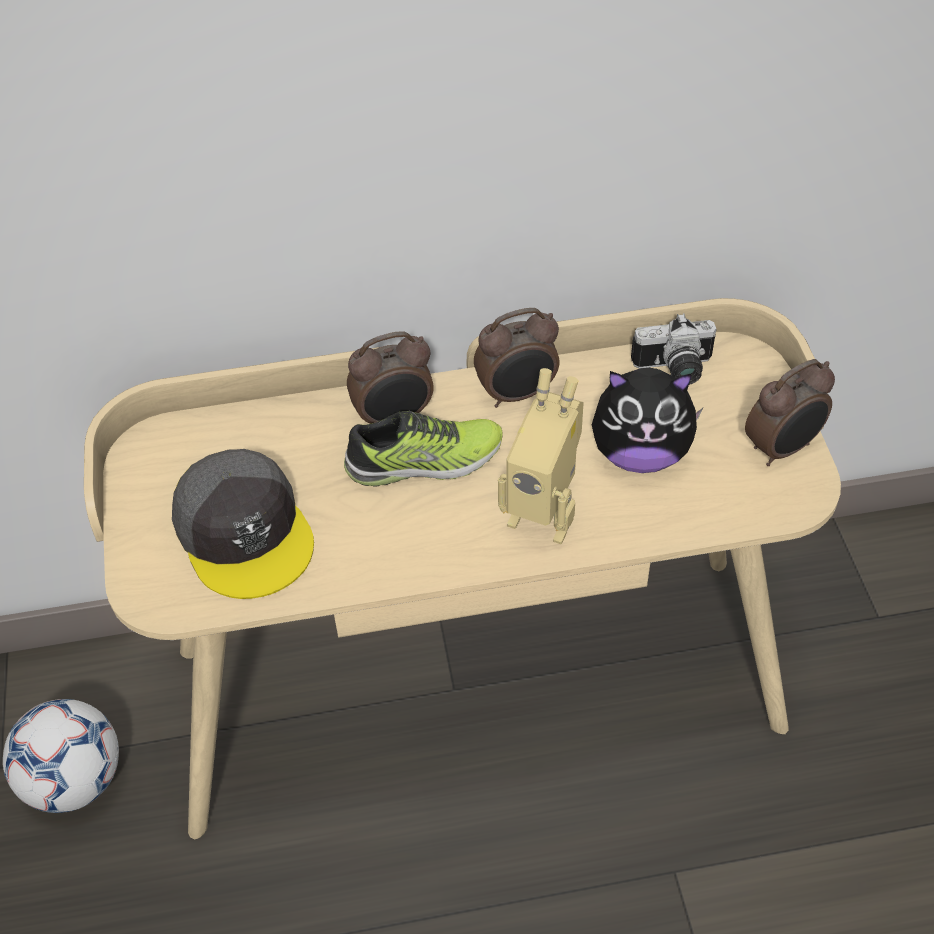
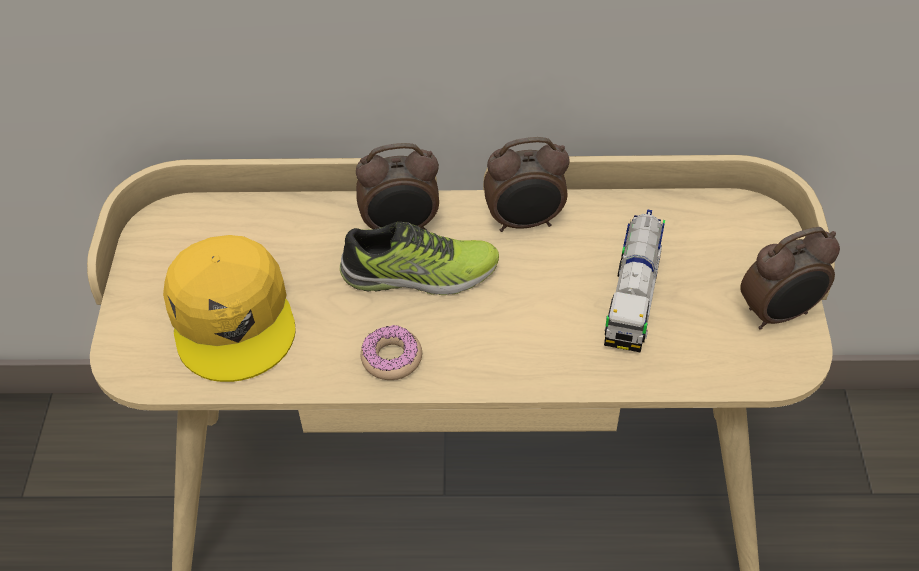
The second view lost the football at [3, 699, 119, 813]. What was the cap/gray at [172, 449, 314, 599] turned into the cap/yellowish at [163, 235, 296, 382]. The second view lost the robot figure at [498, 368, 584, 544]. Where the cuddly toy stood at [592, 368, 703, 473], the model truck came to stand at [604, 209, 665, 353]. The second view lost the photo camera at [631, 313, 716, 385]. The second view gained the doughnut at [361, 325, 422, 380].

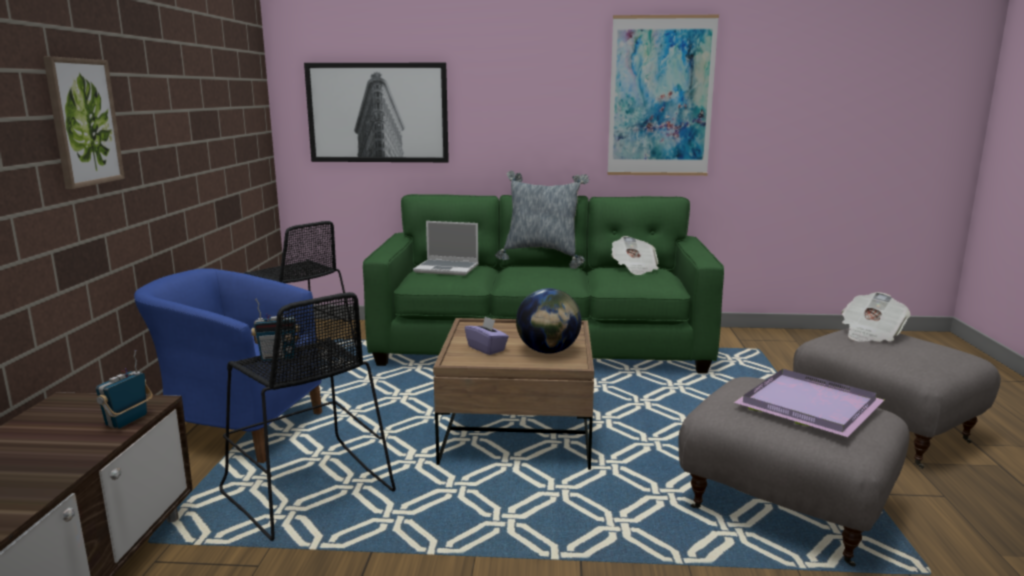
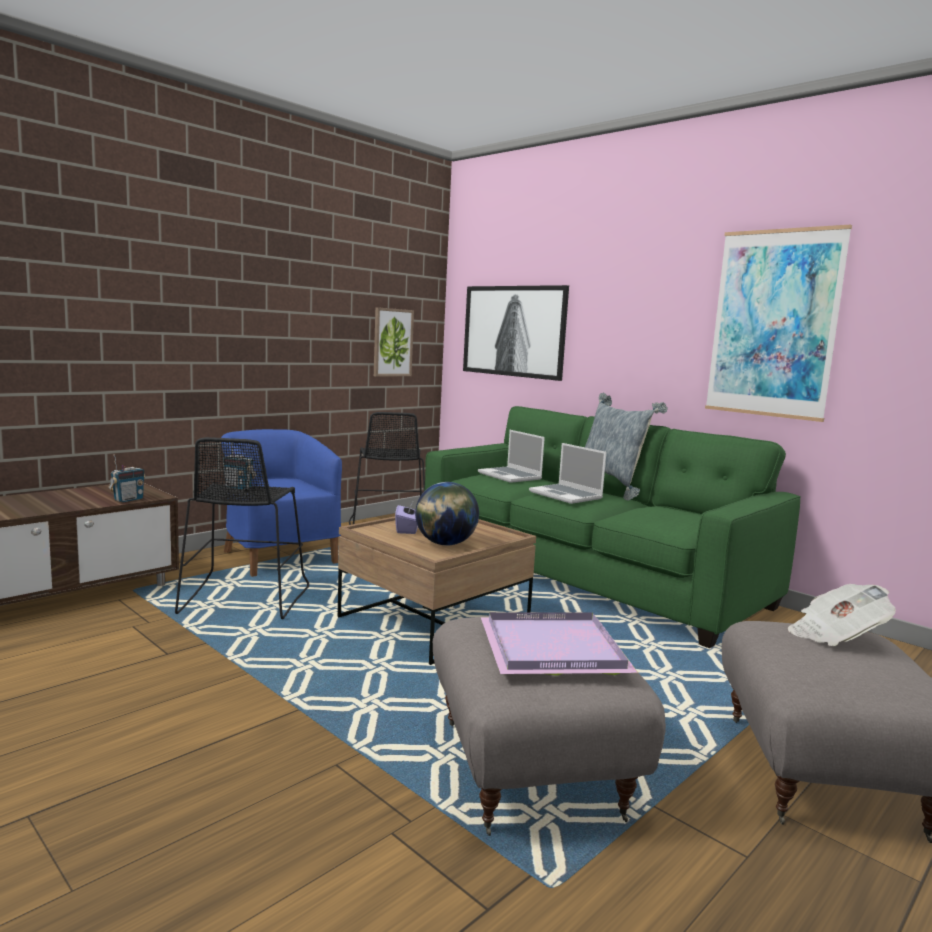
The wall art ended up elsewhere, having gone from [43, 56, 125, 189] to [374, 307, 414, 377]. The radio receiver at [96, 350, 153, 428] ended up facing another way, 150 degrees clockwise from before. The second view lost the daily paper at [612, 236, 659, 275]. The second view gained the notebook computer at [529, 443, 606, 504].

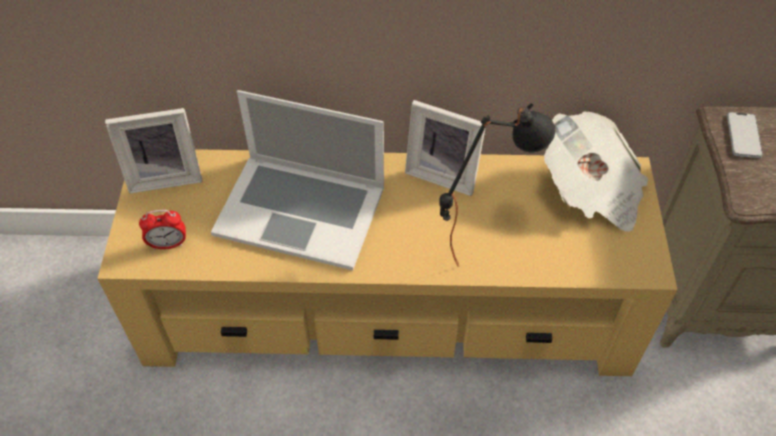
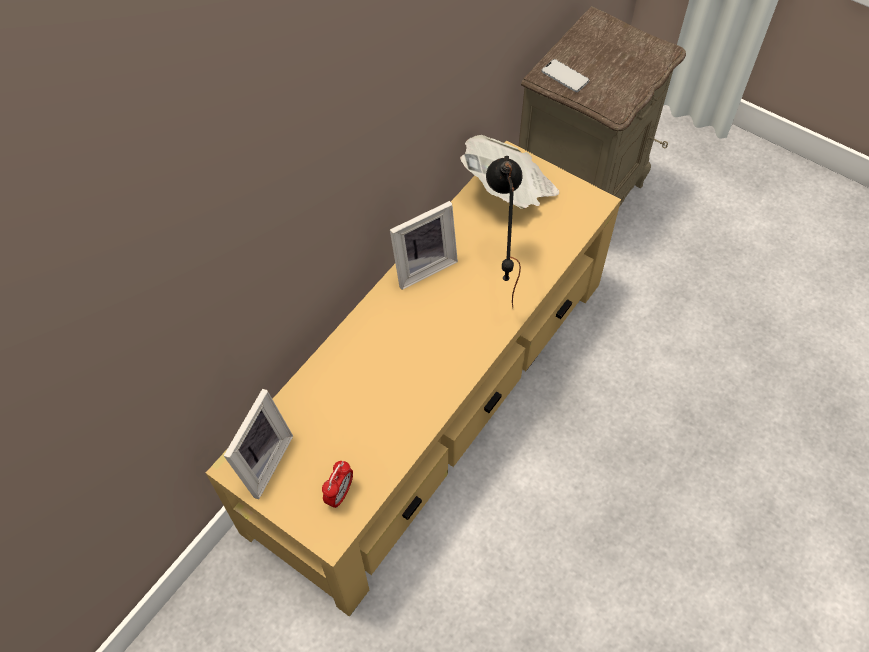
The second view lost the notebook computer at [211, 90, 384, 270].

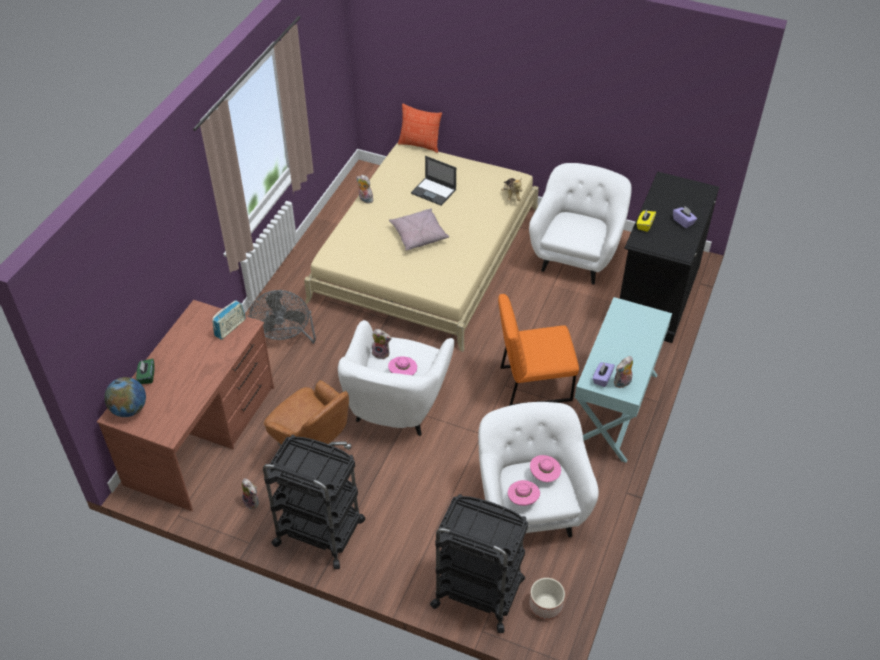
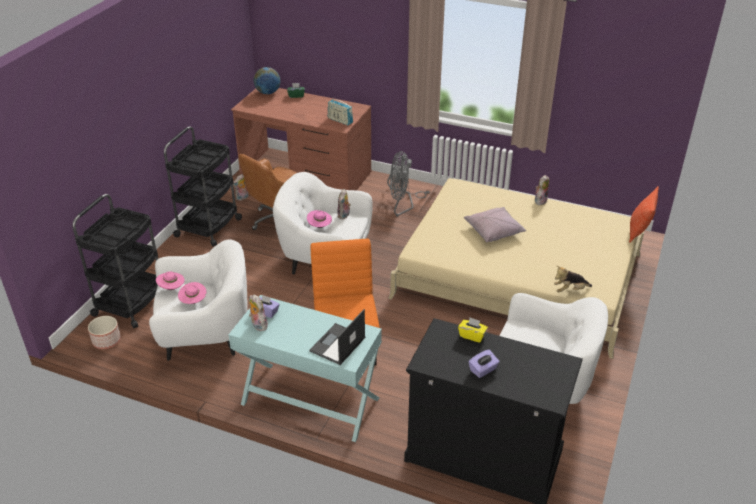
The notebook computer ended up elsewhere, having gone from [411, 156, 456, 206] to [309, 309, 366, 365].

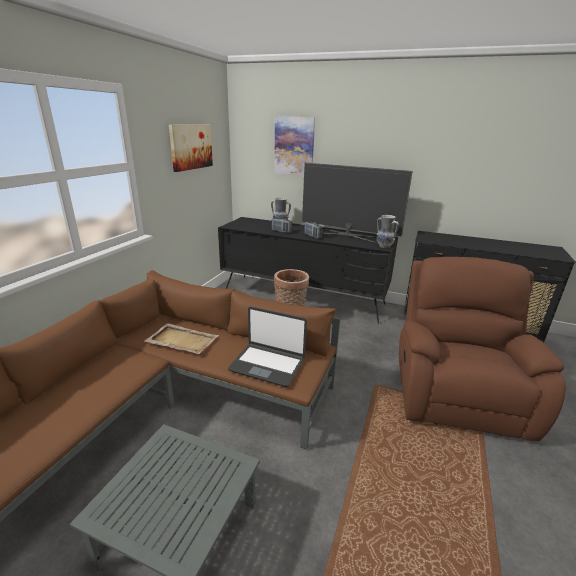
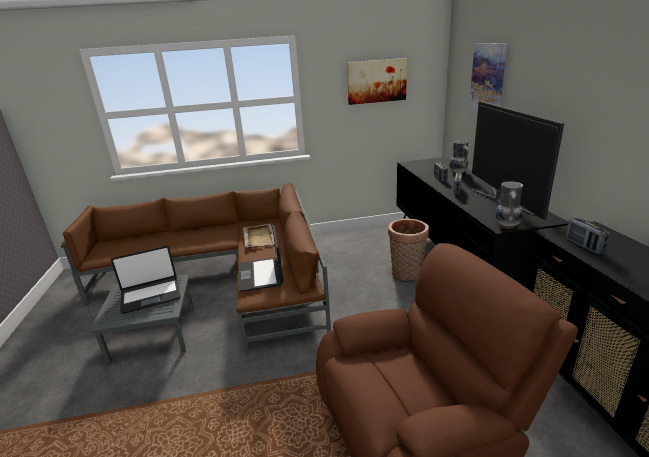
The second view gained the notebook computer at [111, 246, 180, 314]. The second view gained the radio receiver at [565, 218, 610, 254].

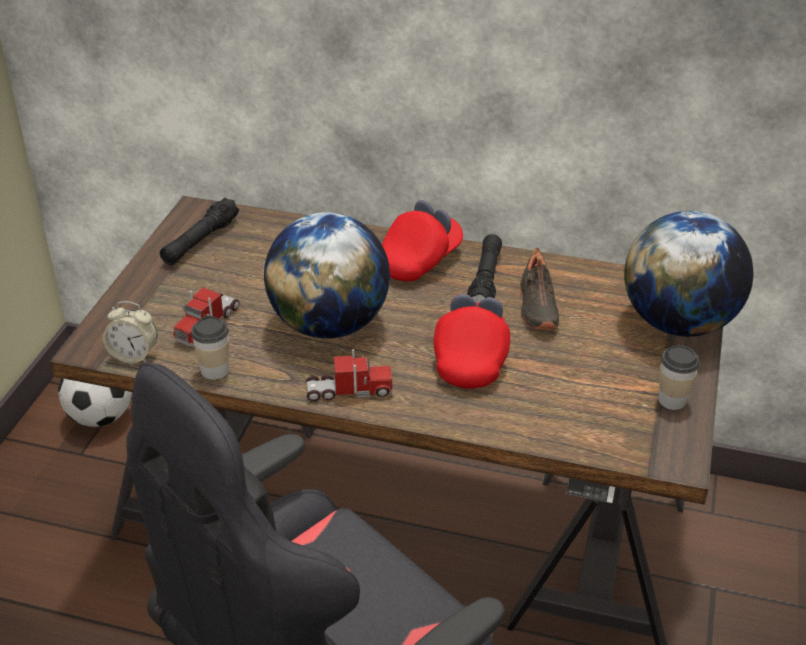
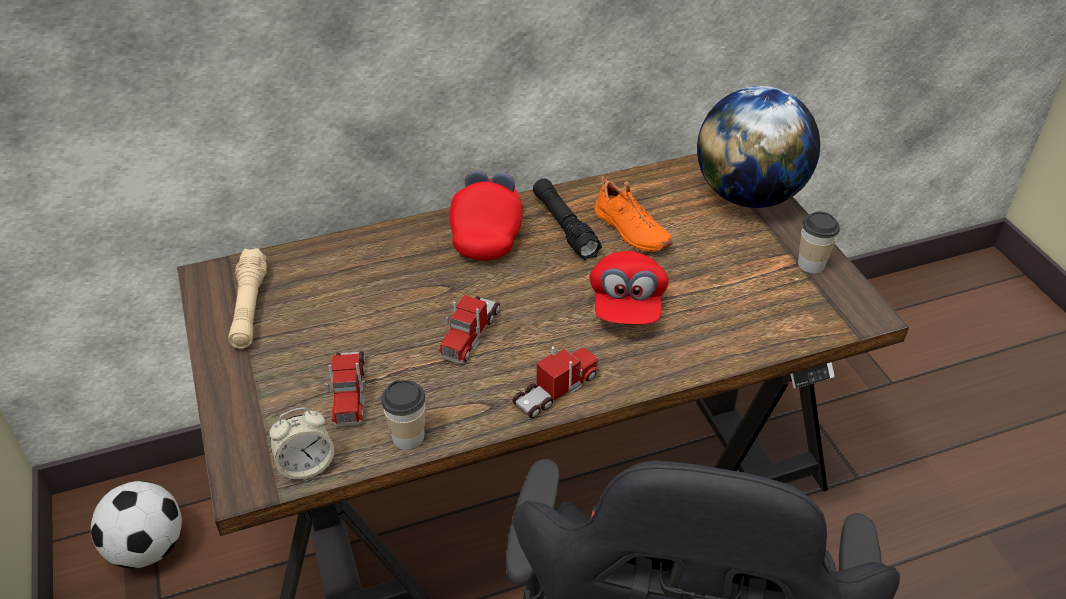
What was the torch/black at [160, 197, 239, 265] turned into the torch/beige-coloured at [228, 248, 267, 349]. Where the world globe stood at [264, 212, 390, 339], the model truck came to stand at [439, 295, 500, 364]. The cap/red at [434, 294, 510, 389] ended up facing another way, 150 degrees counterclockwise from before. What was the shoe/black at [520, 248, 559, 330] turned into the shoe/orangey at [594, 175, 673, 252].

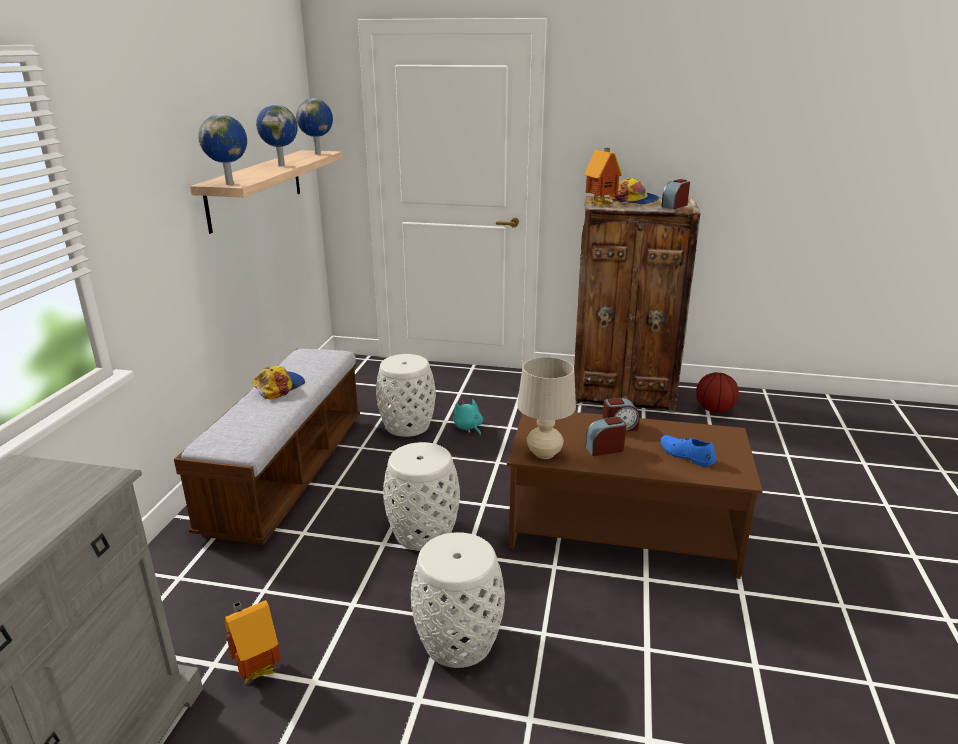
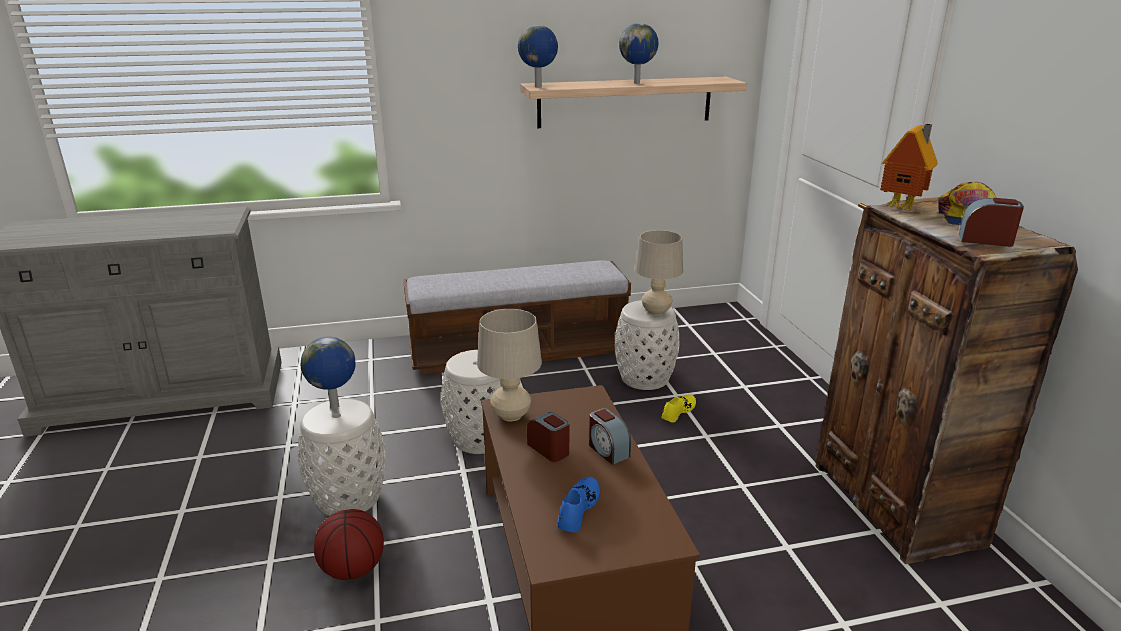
The second view lost the toy house at [225, 600, 281, 684]. The second view lost the cap at [253, 366, 305, 399]. The world globe ended up elsewhere, having gone from [296, 99, 333, 154] to [301, 337, 356, 409]. Where the cuddly toy/turquoise-coloured stood at [453, 399, 483, 436], the shoe/yellowish came to stand at [662, 394, 696, 423]. The basketball ball ended up elsewhere, having gone from [696, 372, 739, 413] to [314, 509, 384, 580]. The second view gained the lamp for a table/beige-coloured at [635, 230, 683, 315].

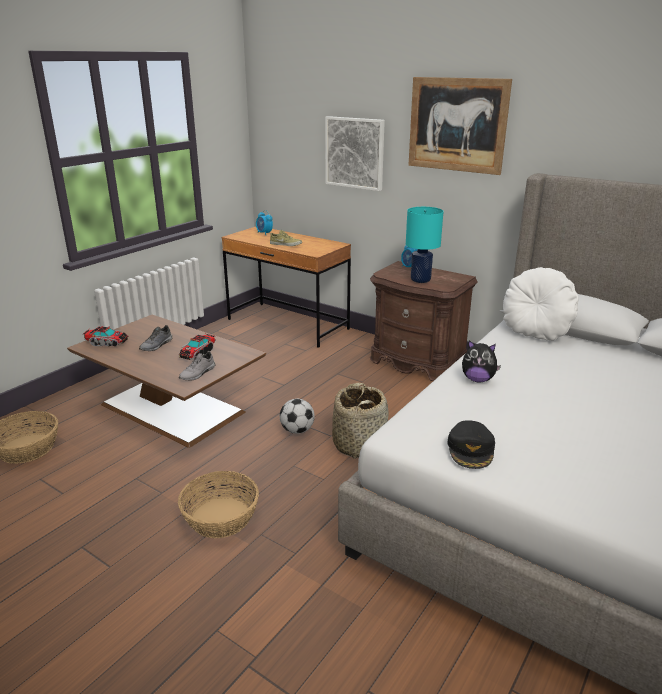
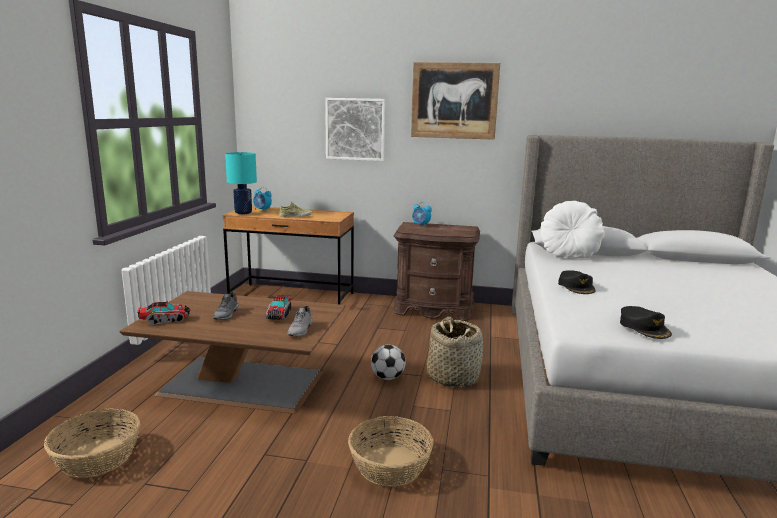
The lamp for a table/turquoise-coloured ended up elsewhere, having gone from [406, 207, 444, 283] to [225, 152, 257, 215]. Where the cuddly toy stood at [462, 340, 501, 383], the cap/black came to stand at [558, 270, 596, 294].

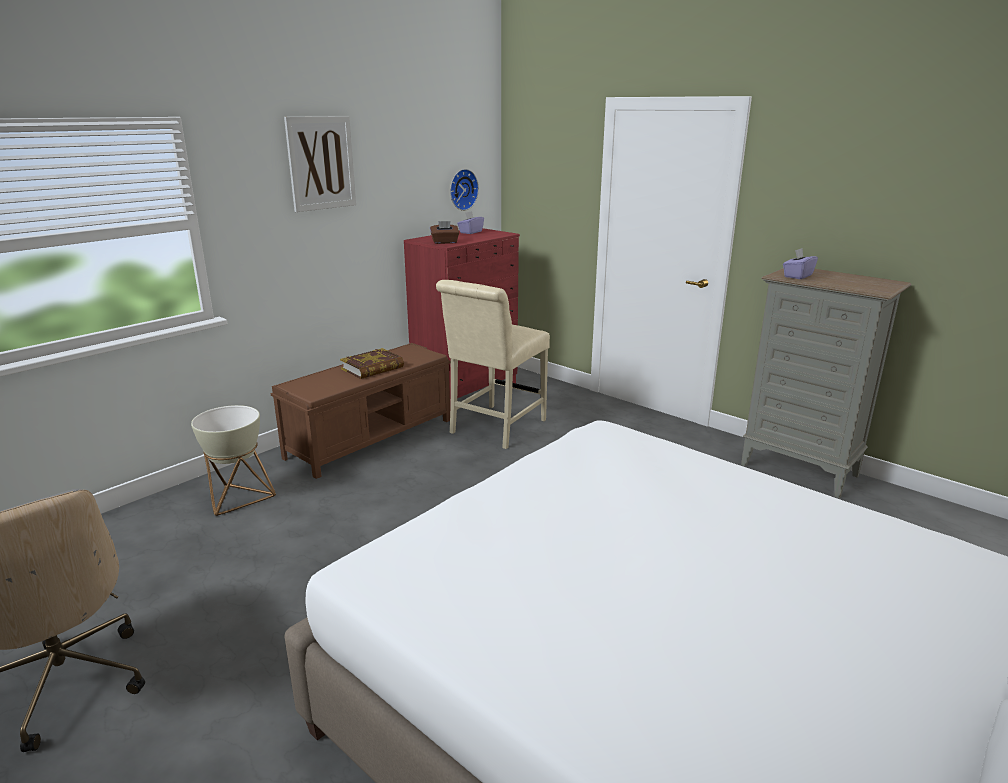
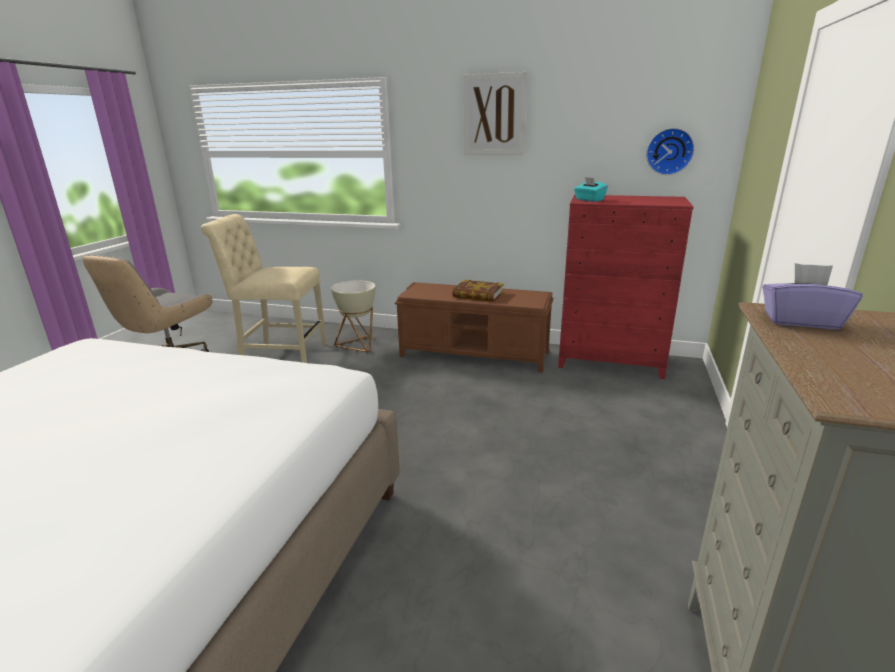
What was the tissue box/brown-coloured at [430, 221, 459, 244] turned into the tissue box/turquoise-coloured at [574, 177, 608, 202]. The chair/beige-coloured ended up elsewhere, having gone from [436, 280, 550, 449] to [201, 214, 327, 363]. The second view lost the tissue box/purple-coloured at [457, 211, 484, 234].

